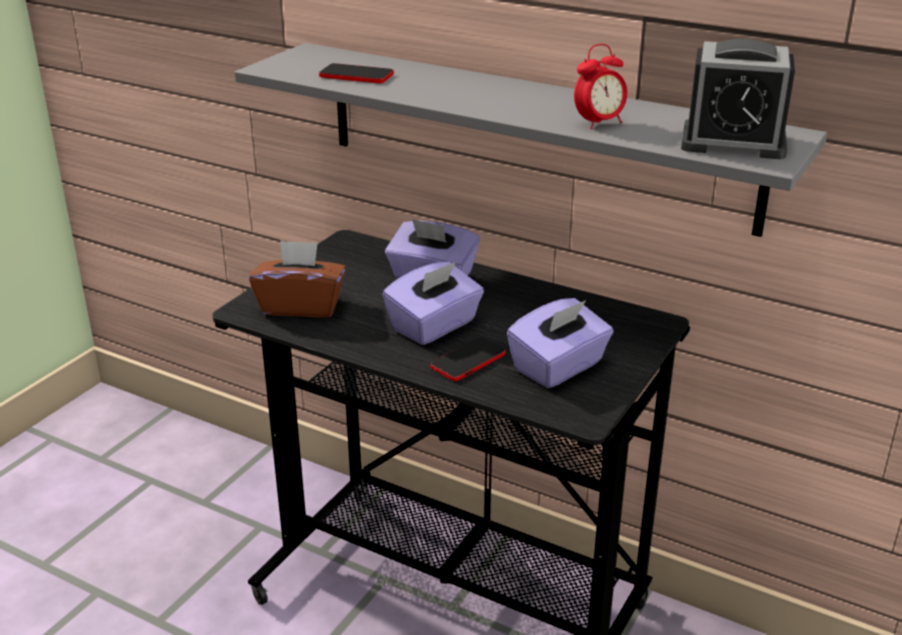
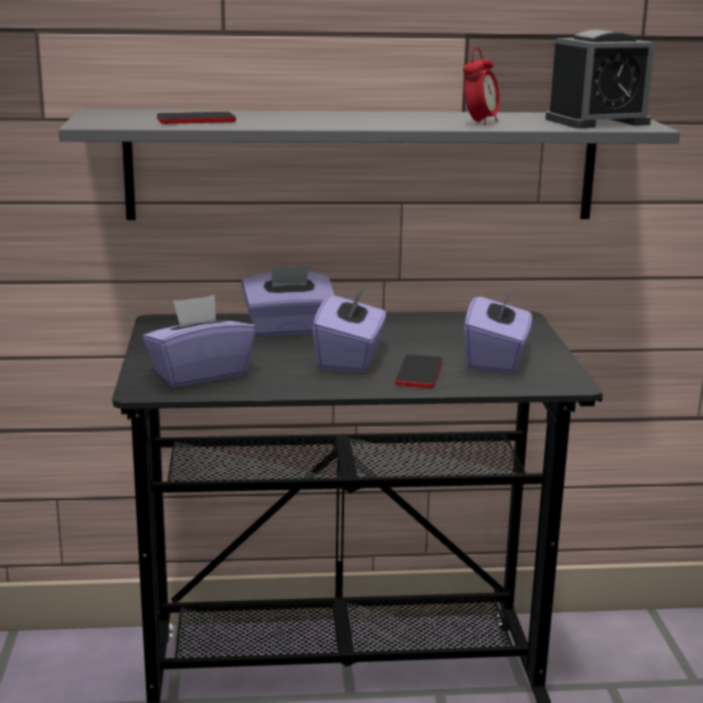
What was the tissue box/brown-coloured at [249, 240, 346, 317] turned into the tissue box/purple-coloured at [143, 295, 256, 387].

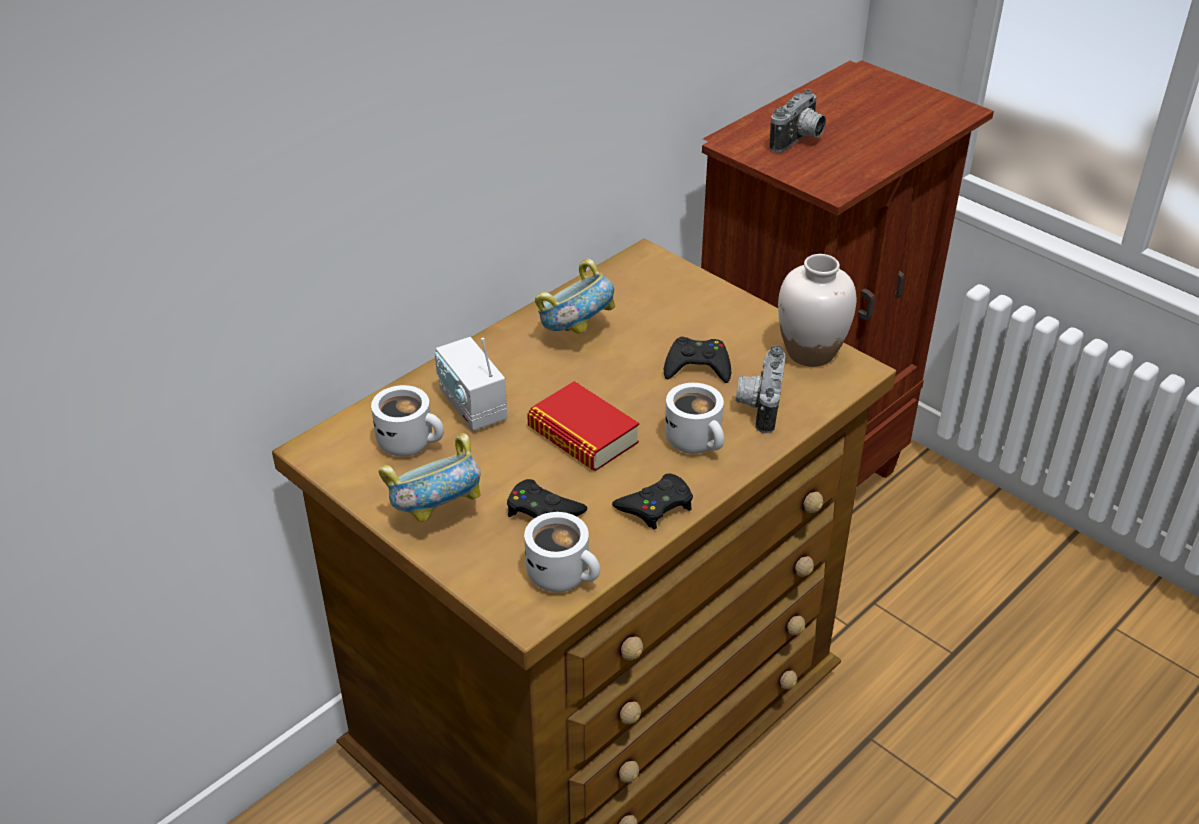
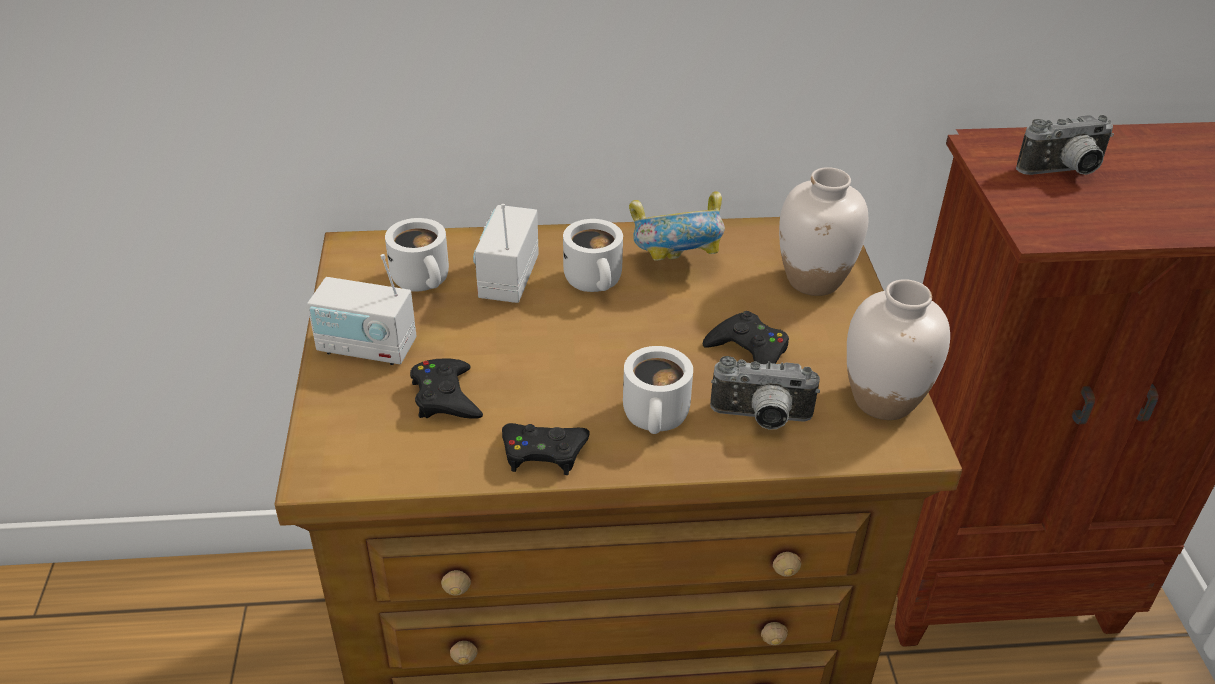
Where the deep dish stood at [379, 433, 481, 522], the radio receiver came to stand at [307, 254, 416, 365]. The mug/whitish ended up elsewhere, having gone from [524, 512, 600, 593] to [563, 219, 623, 292]. The second view lost the book at [527, 381, 639, 471]. The photo camera at [735, 346, 786, 433] ended up facing another way, 135 degrees counterclockwise from before. The second view gained the vase/whitish at [779, 167, 868, 296].

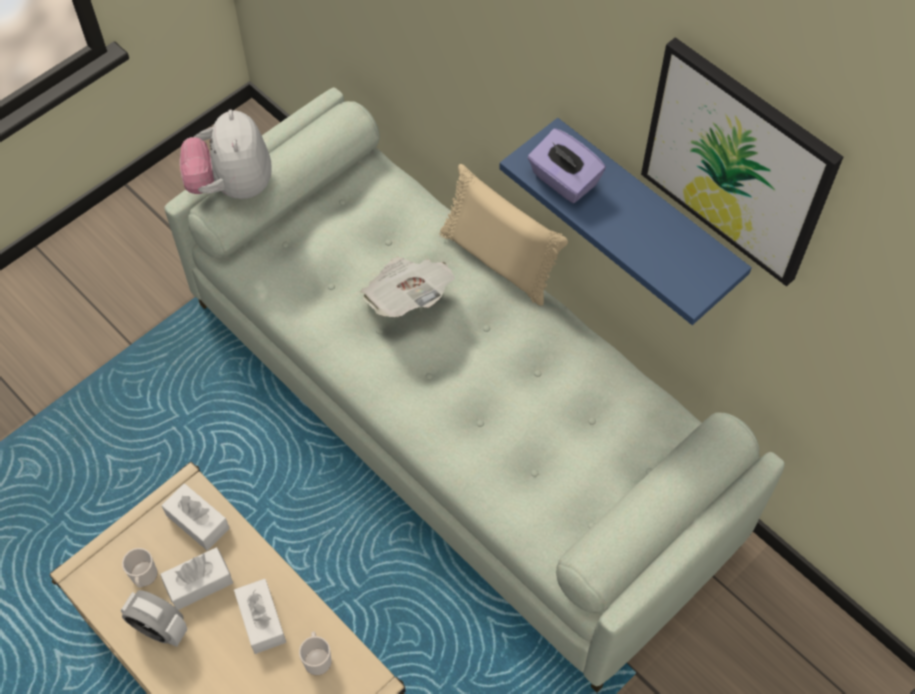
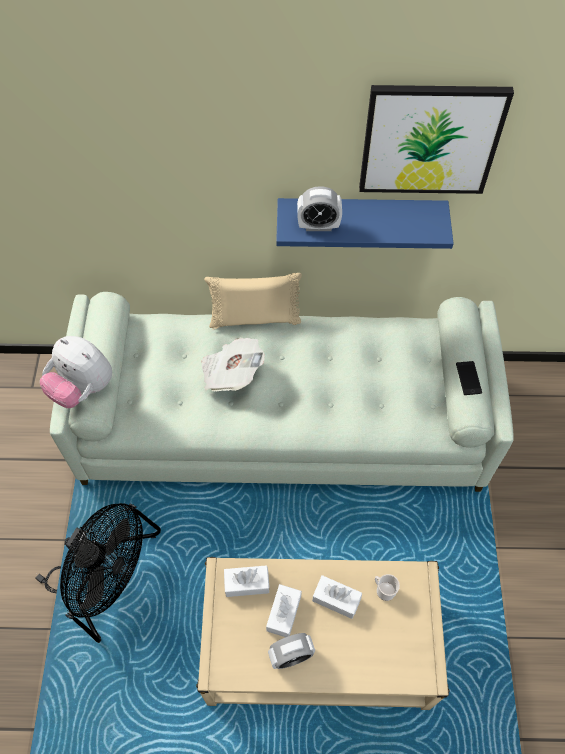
The second view lost the mug at [122, 548, 158, 588]. Where the tissue box/purple-coloured stood at [528, 128, 606, 203], the alarm clock came to stand at [297, 186, 342, 231]. The second view gained the fan/black at [35, 503, 161, 643]. The second view gained the telephone at [456, 361, 482, 395].

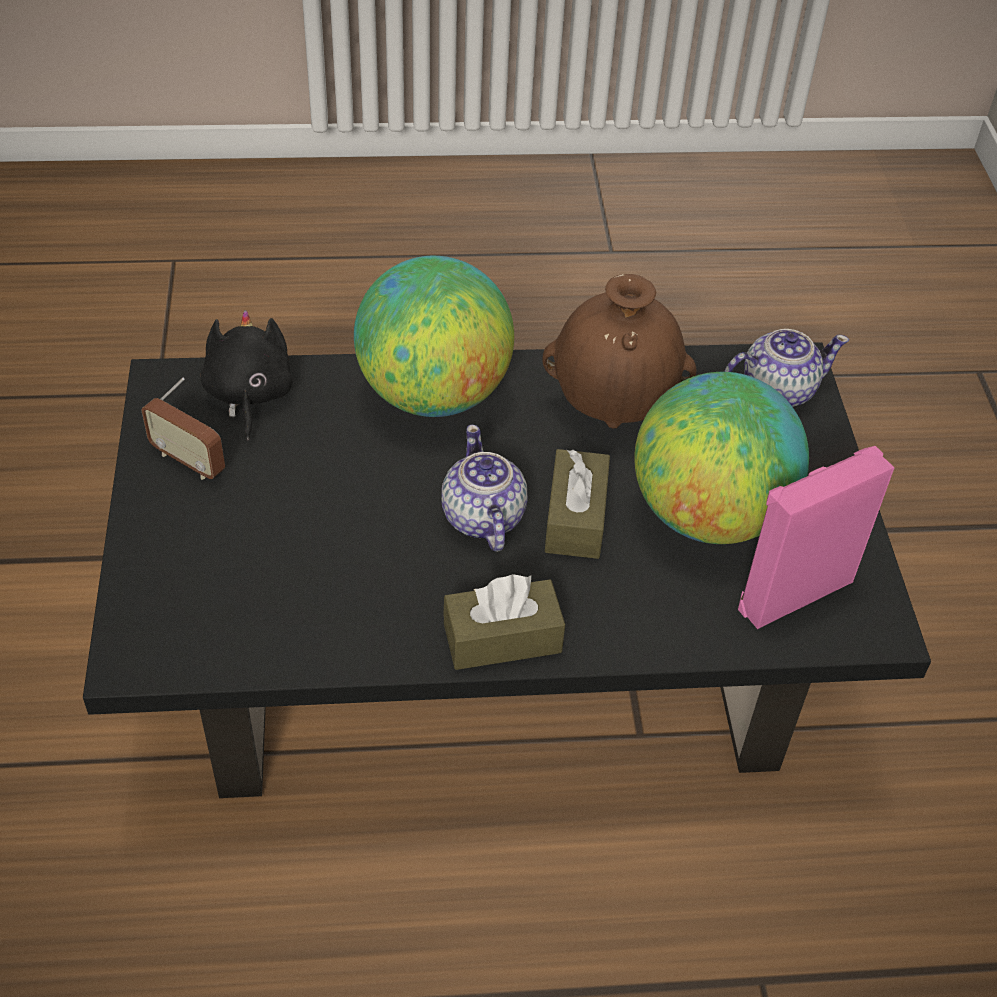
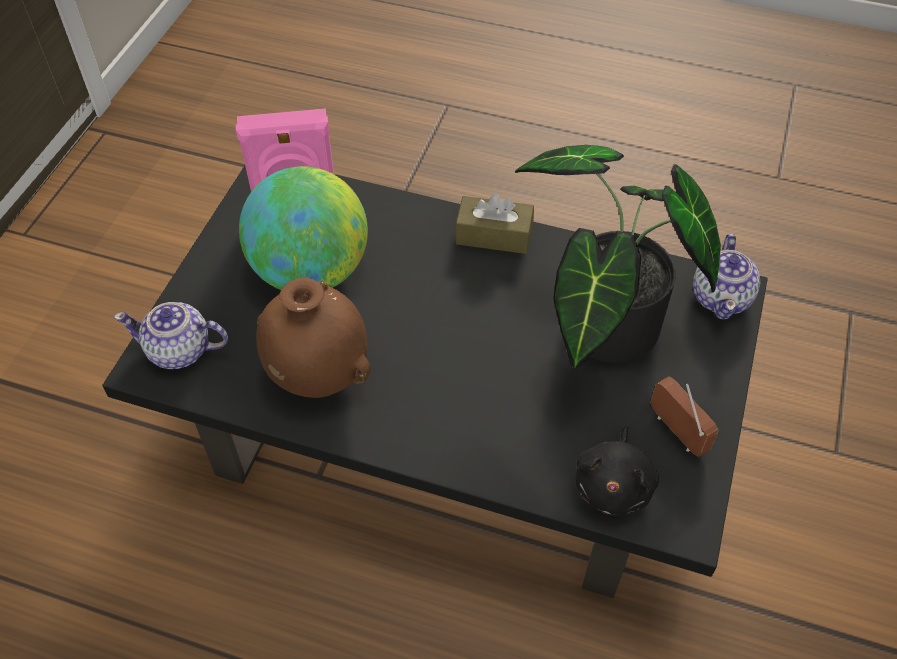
The second view lost the world globe at [354, 256, 514, 417]. The pot for tea ended up elsewhere, having gone from [442, 425, 527, 552] to [693, 234, 760, 320]. The second view lost the tissue box/brown-coloured at [545, 449, 610, 559]. The second view gained the potted plant at [515, 145, 721, 369].

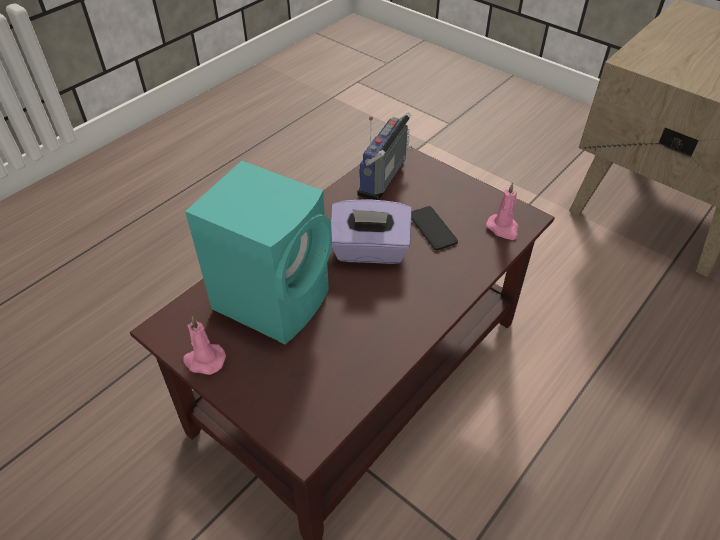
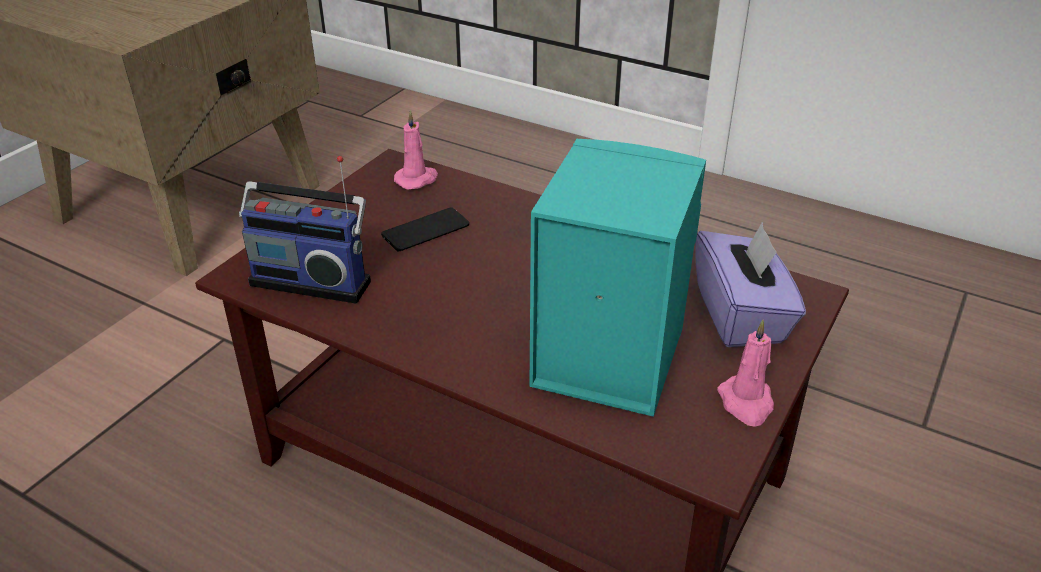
The tissue box/purple-coloured ended up elsewhere, having gone from [331, 200, 412, 264] to [696, 222, 806, 347].

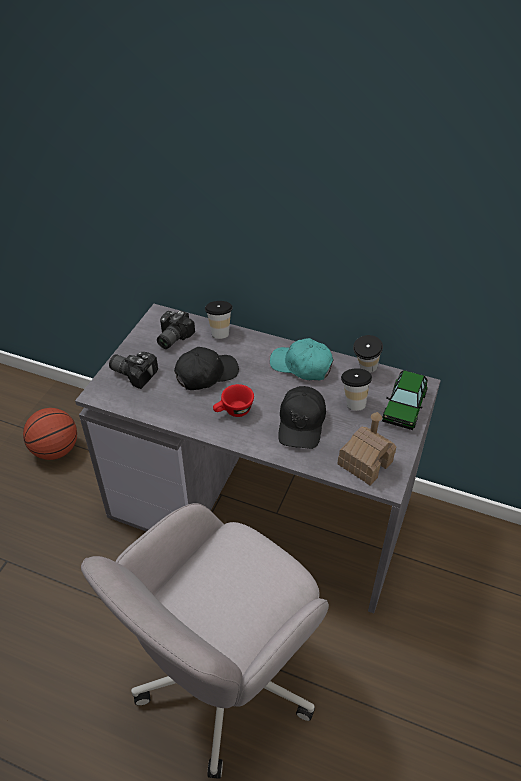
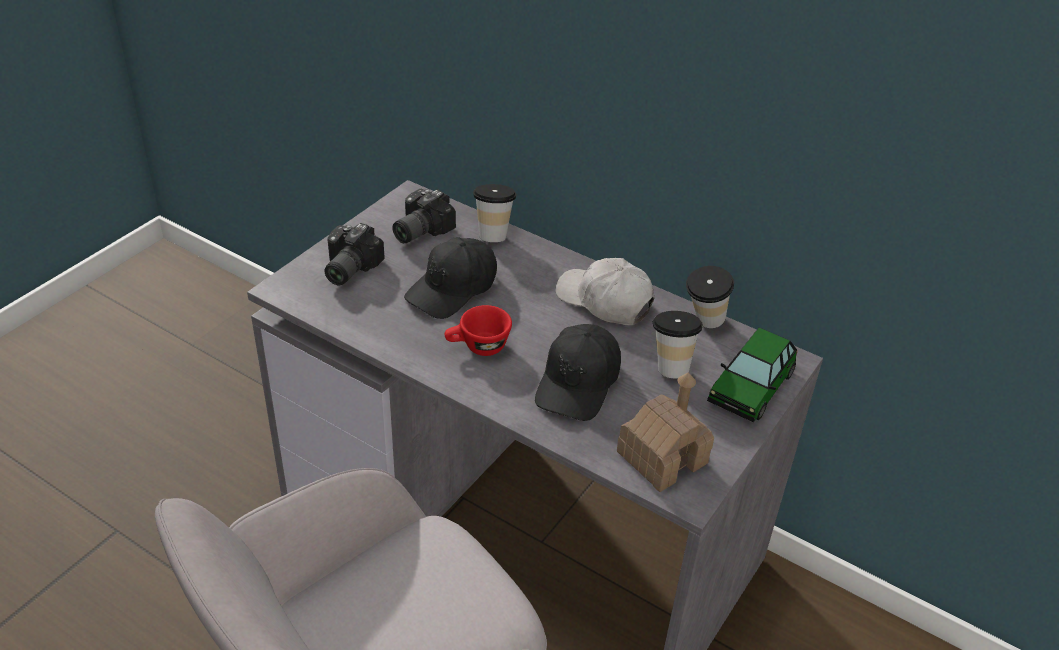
The second view lost the basketball ball at [23, 408, 77, 460]. The photo camera at [109, 352, 158, 389] ended up facing another way, 105 degrees counterclockwise from before. The cap/black at [174, 347, 239, 390] ended up facing another way, 150 degrees clockwise from before. What was the cap/turquoise-coloured at [270, 338, 334, 380] turned into the cap/whitish at [555, 258, 655, 325].

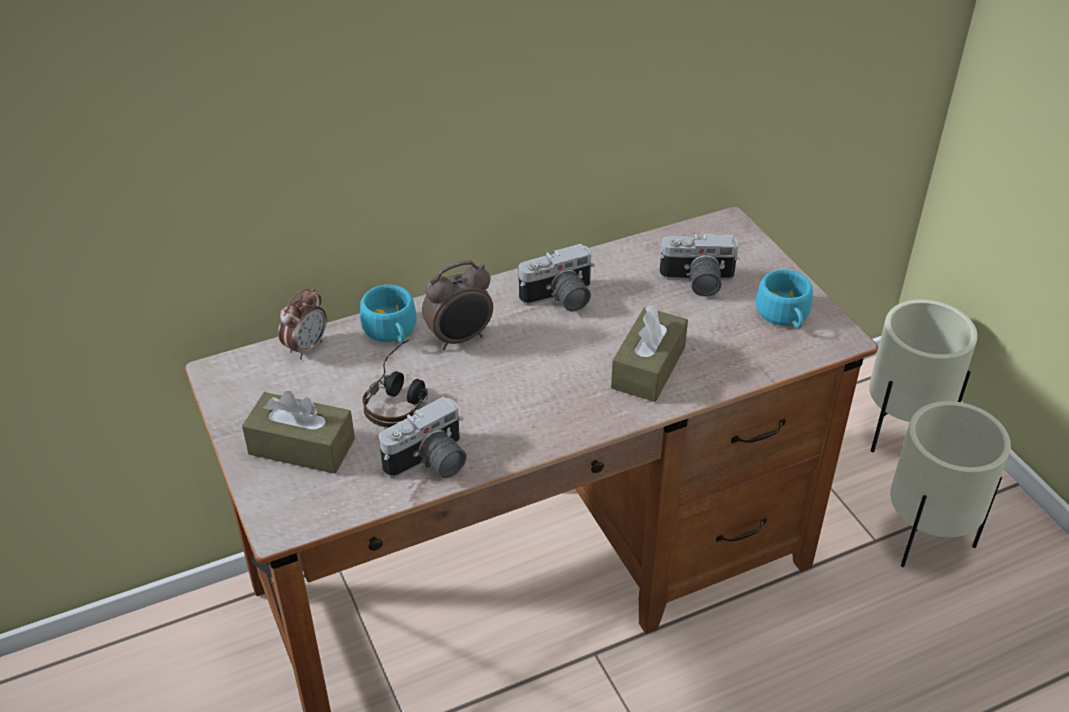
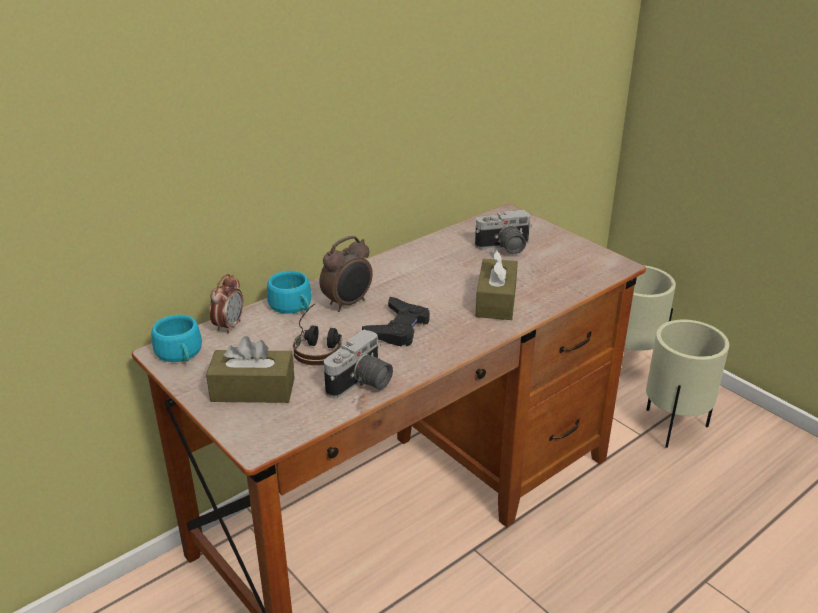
The second view lost the photo camera at [519, 244, 595, 312]. The drinking cup/turquoise-coloured ended up elsewhere, having gone from [756, 269, 813, 328] to [151, 314, 202, 362]. The second view gained the joypad/black at [362, 297, 430, 346].

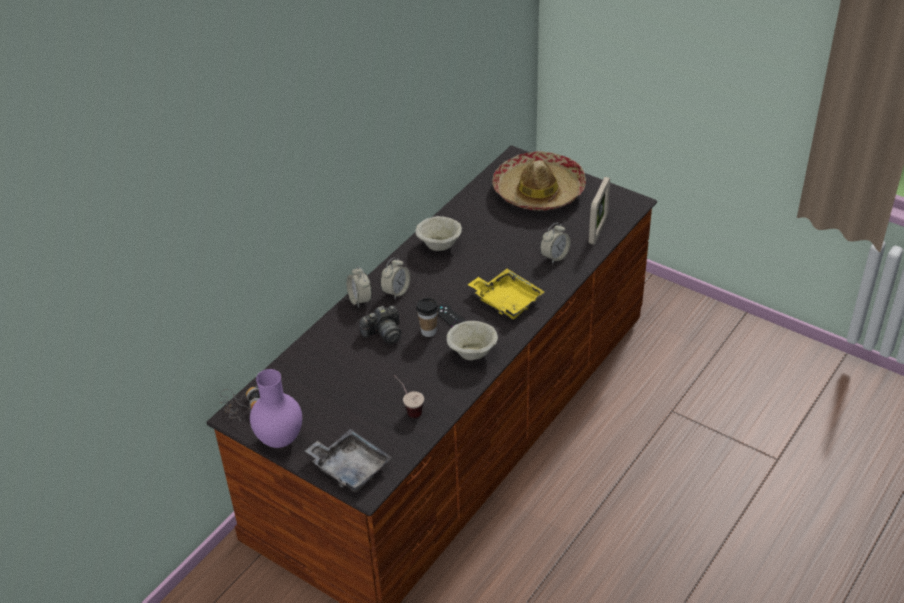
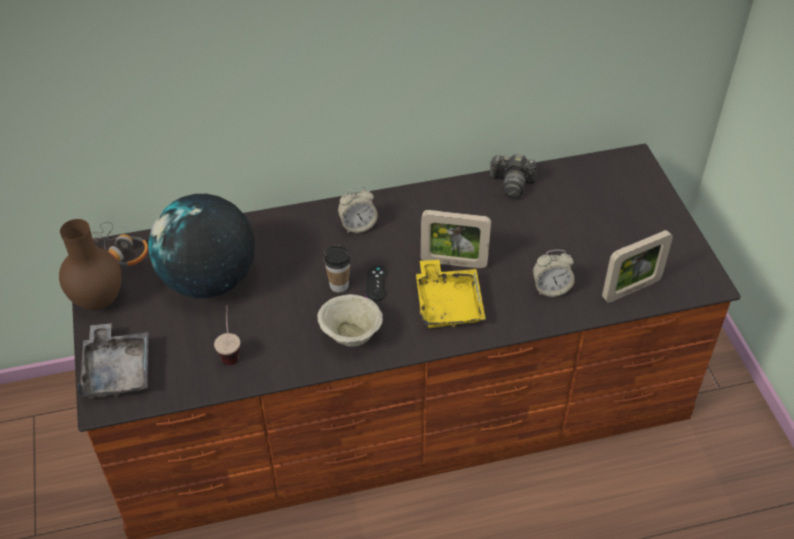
What was the vase/purple-coloured at [250, 369, 302, 448] turned into the vase/brown-coloured at [59, 219, 122, 310]. The second view lost the alarm clock at [347, 266, 372, 308]. The photo camera ended up elsewhere, having gone from [359, 305, 401, 344] to [489, 154, 537, 198]. The second view lost the deep dish/beige-coloured at [415, 216, 462, 251]. The second view lost the wearable hat at [492, 151, 586, 210]. The second view gained the world globe at [148, 194, 255, 298]. The second view gained the standing frame at [421, 210, 491, 269].

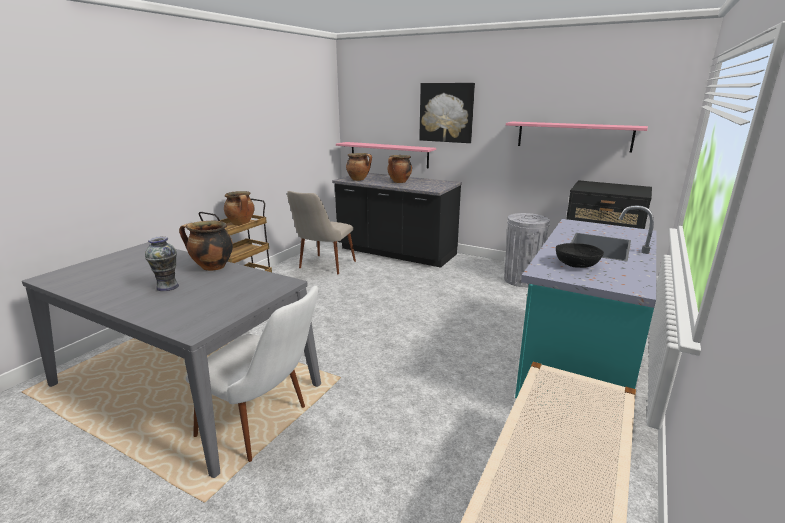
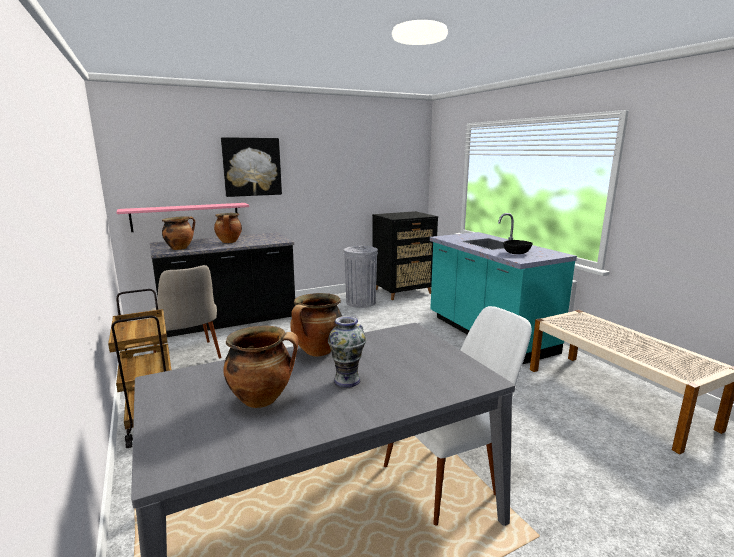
The stockpot ended up elsewhere, having gone from [224, 191, 255, 226] to [223, 326, 299, 408]. The second view lost the shelf/pink-coloured at [506, 122, 648, 153].

